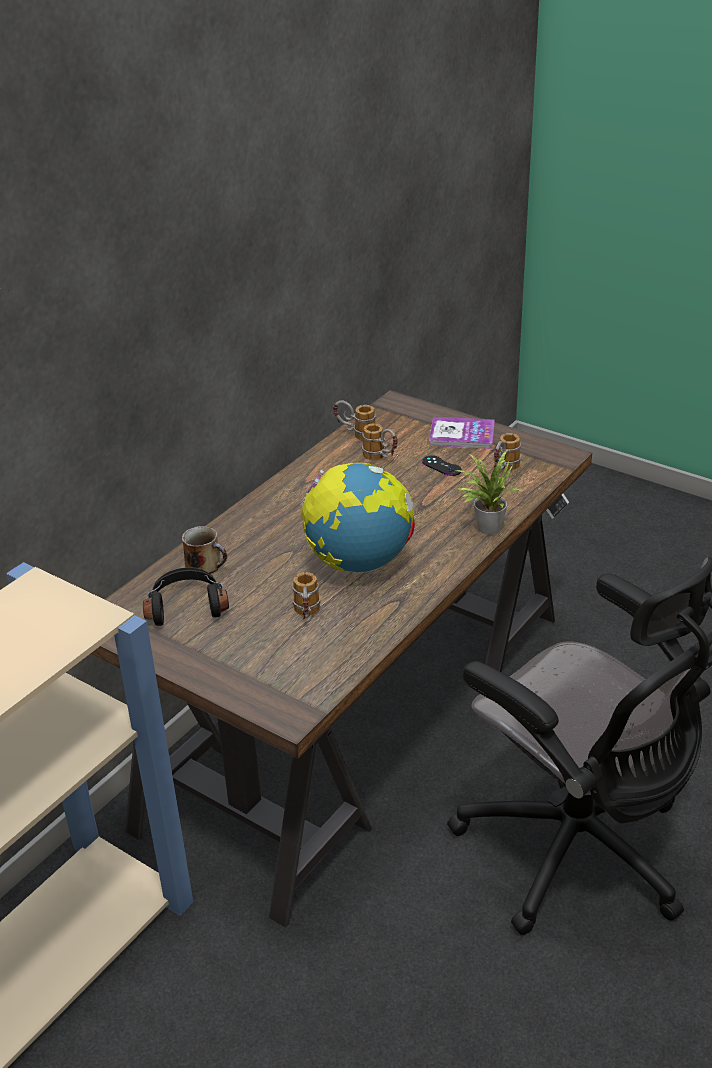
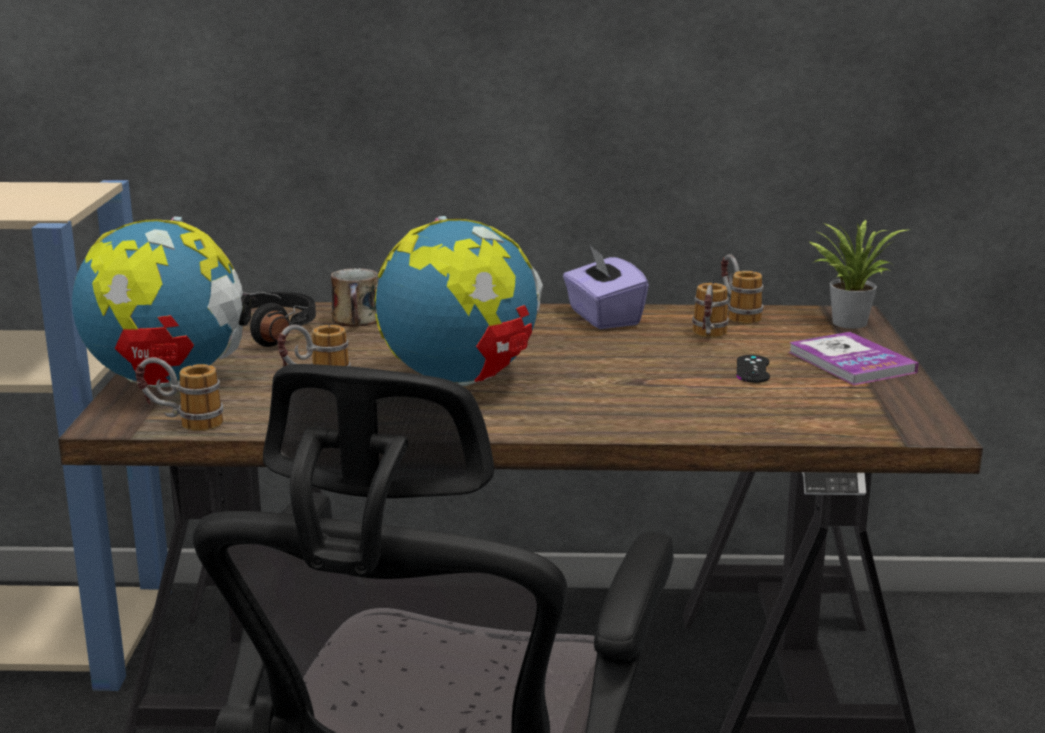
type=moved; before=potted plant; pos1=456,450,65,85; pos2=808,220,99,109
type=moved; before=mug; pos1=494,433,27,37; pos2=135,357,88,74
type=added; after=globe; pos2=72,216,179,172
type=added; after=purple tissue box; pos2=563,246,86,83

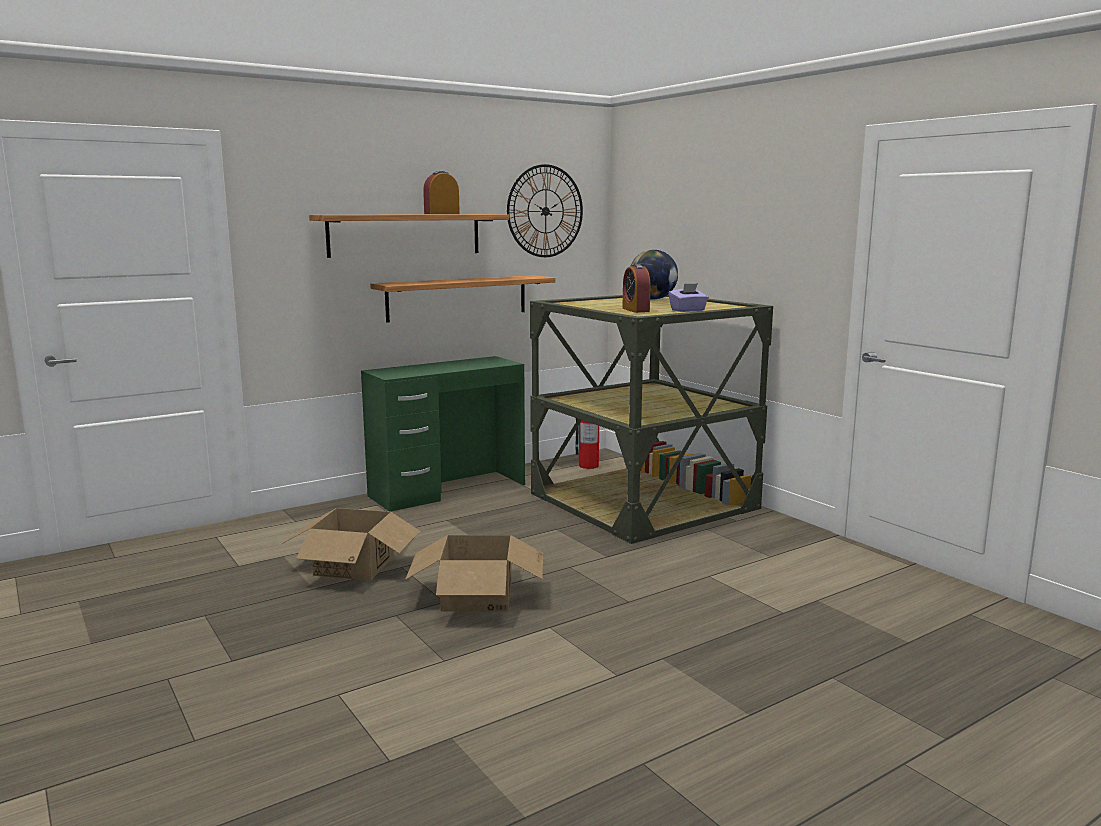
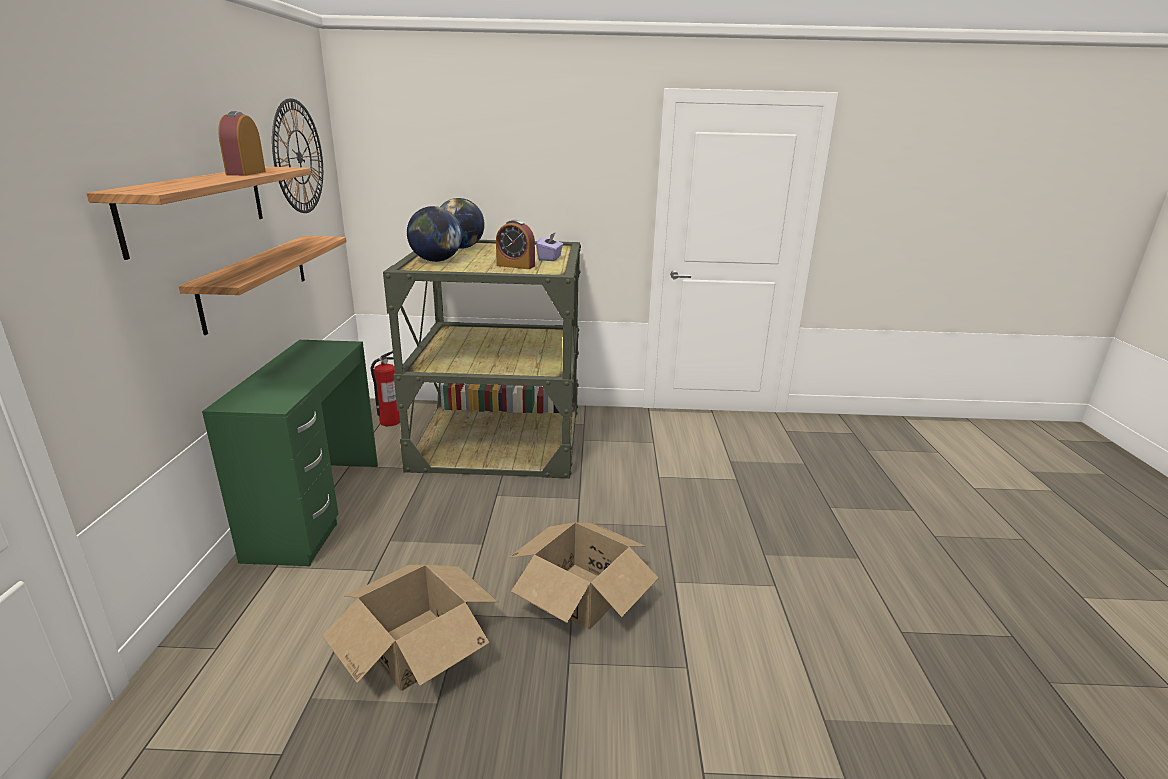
type=added; after=globe; pos2=407,206,55,56

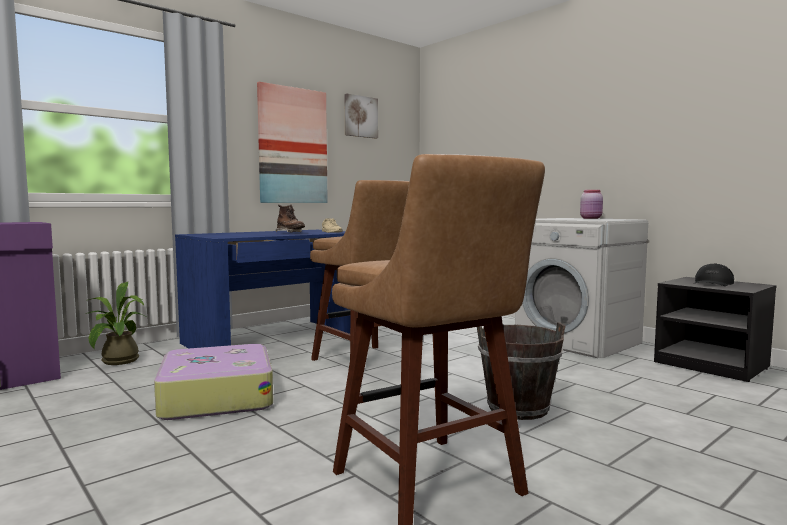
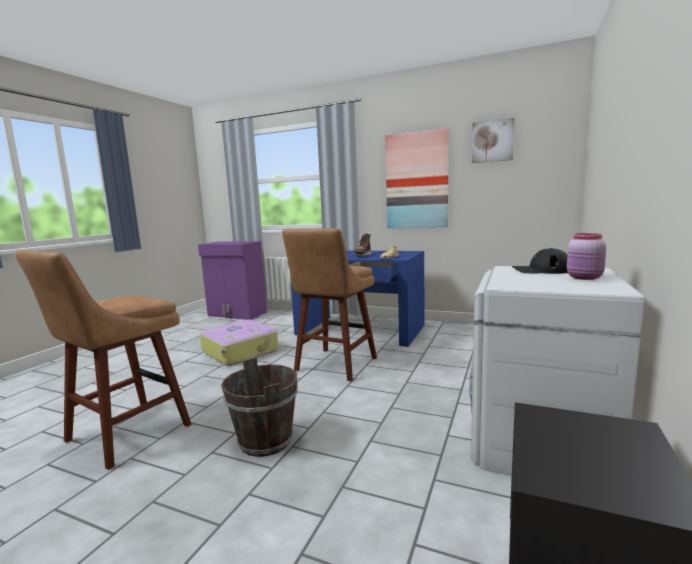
type=removed; before=potted plant; pos1=85,282,59,83
type=moved; before=black cap; pos1=695,263,39,23; pos2=512,248,56,26

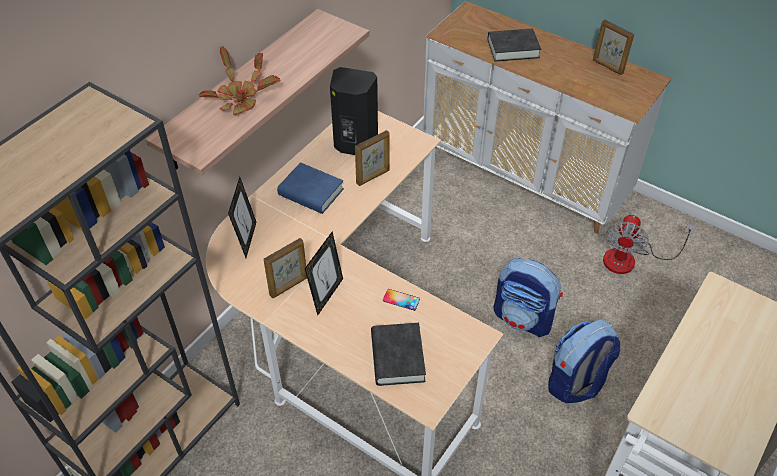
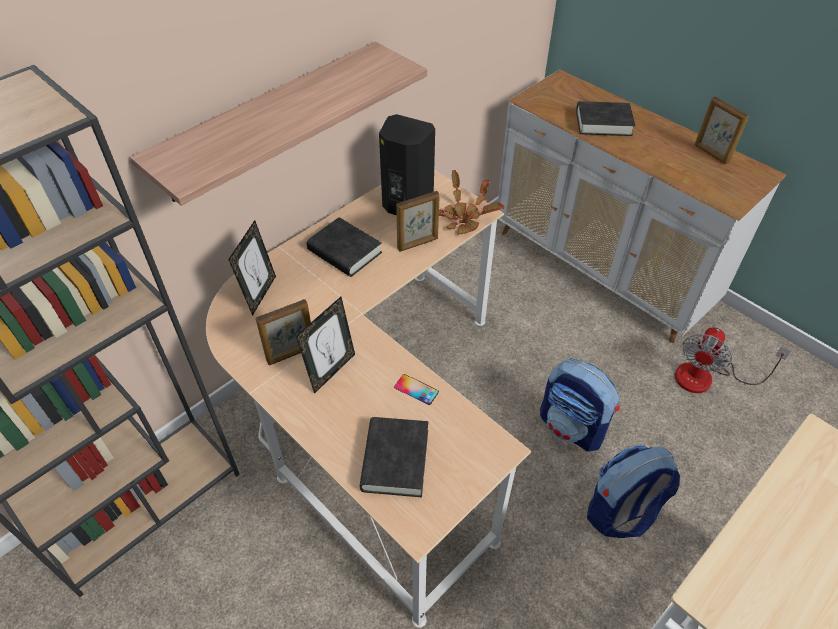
type=moved; before=potted plant; pos1=199,46,81,69; pos2=439,170,65,64
type=recoloured; before=blue book; after=black book; pos1=277,162,67,52; pos2=307,217,75,60

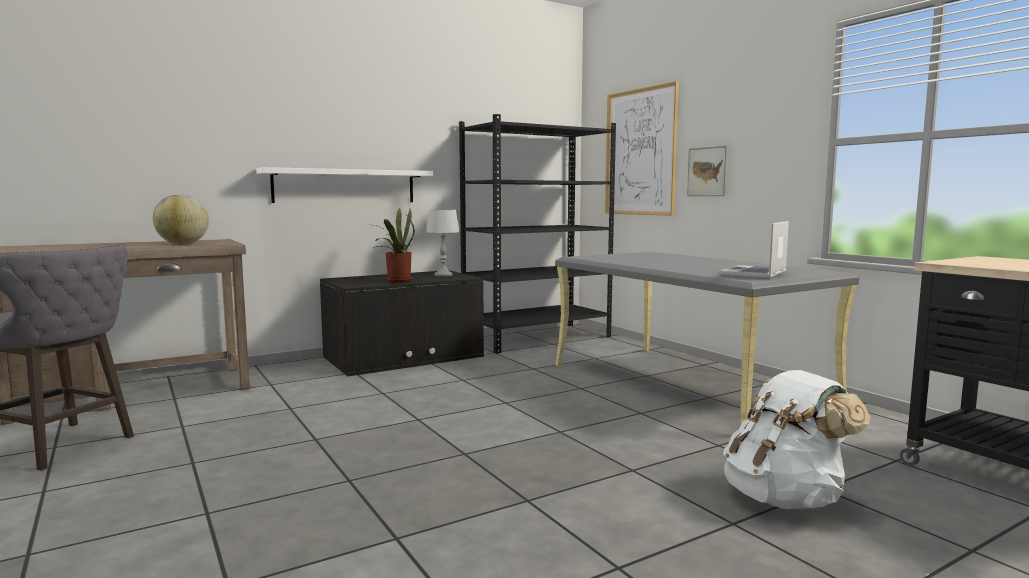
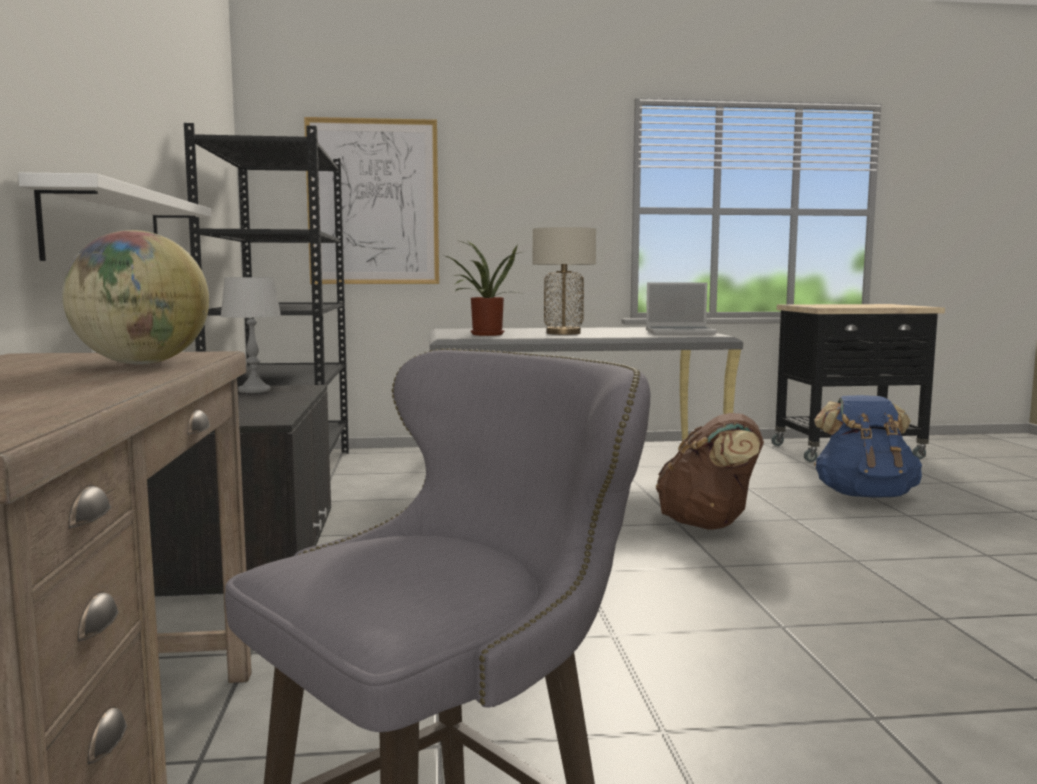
type=moved; before=potted plant; pos1=373,208,42,75; pos2=446,241,76,95
type=removed; before=picture; pos1=687,145,41,51
type=turned; before=laptop; pos1=719,221,70,58; pos2=646,282,71,53; turn=-60
type=recoloured; before=white backpack; after=blue backpack; pos1=723,370,147,139; pos2=814,395,108,103
type=added; after=table lamp; pos2=532,227,64,108
type=added; after=brown backpack; pos2=656,413,108,117

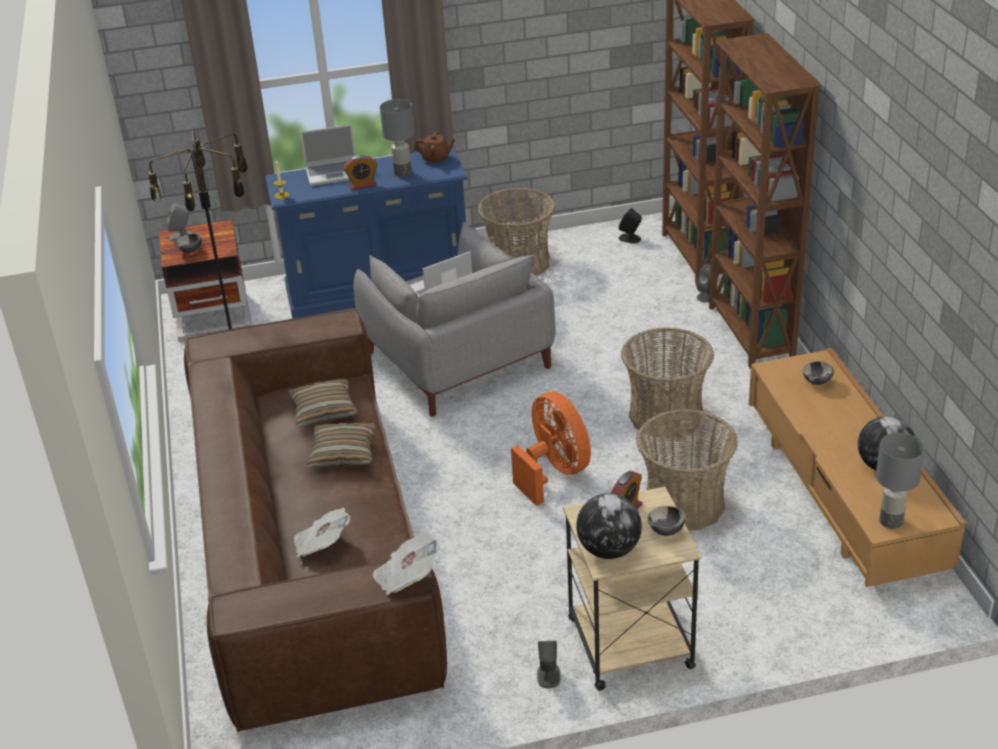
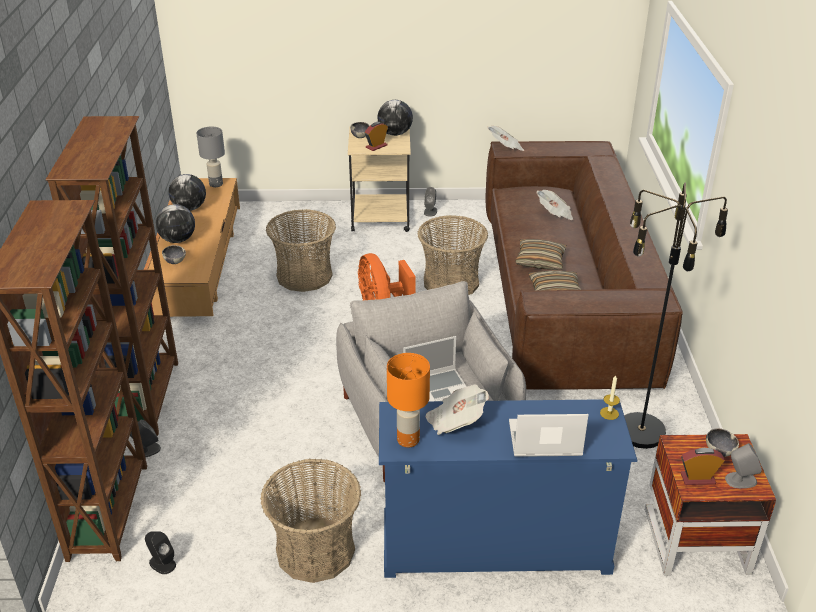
type=moved; before=alarm clock; pos1=343,155,34,35; pos2=681,448,44,37
type=replaced; before=grey table lamp; after=newspaper; pos1=380,99,35,78; pos2=425,384,64,51
type=replaced; before=brown teapot; after=orange table lamp; pos1=415,132,40,31; pos2=387,353,43,94
type=moved; before=basket; pos1=621,327,93,111; pos2=417,215,71,80
type=added; after=globe; pos2=155,204,40,39

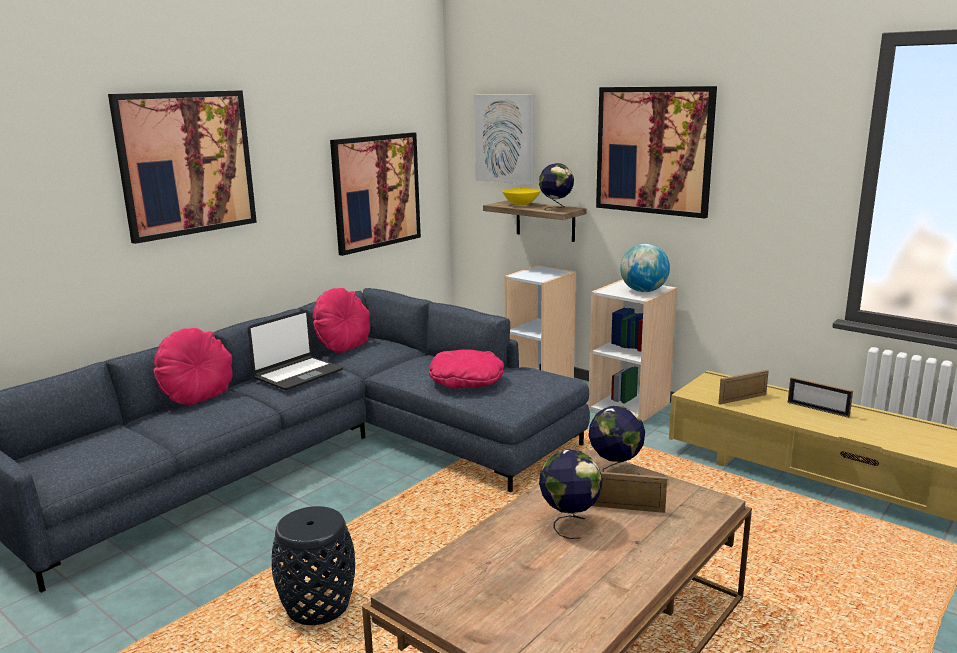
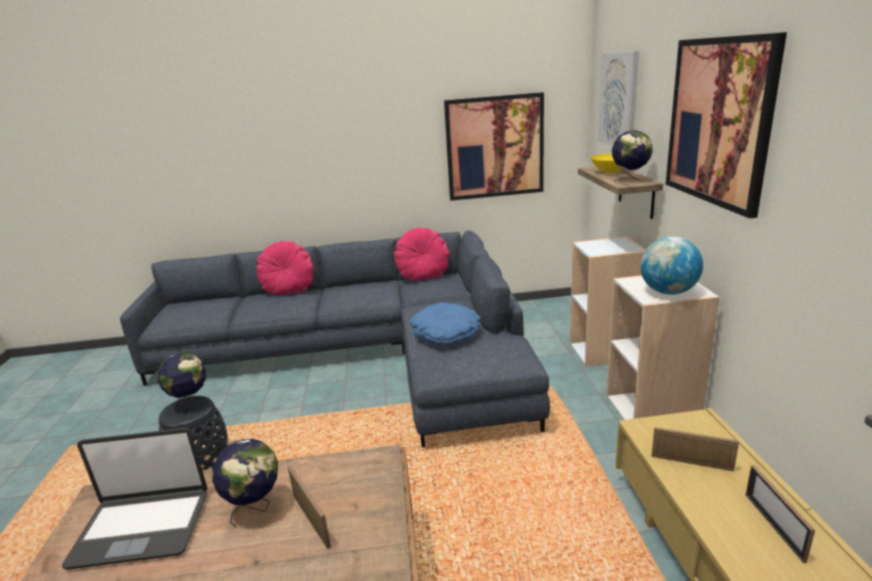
type=removed; before=picture; pos1=108,90,149,154
type=moved; before=laptop; pos1=248,310,95,80; pos2=62,428,145,142
type=recoloured; before=pink pillow; after=blue pillow; pos1=429,350,75,39; pos2=410,302,71,43
type=moved; before=globe; pos1=589,406,56,69; pos2=158,353,48,62

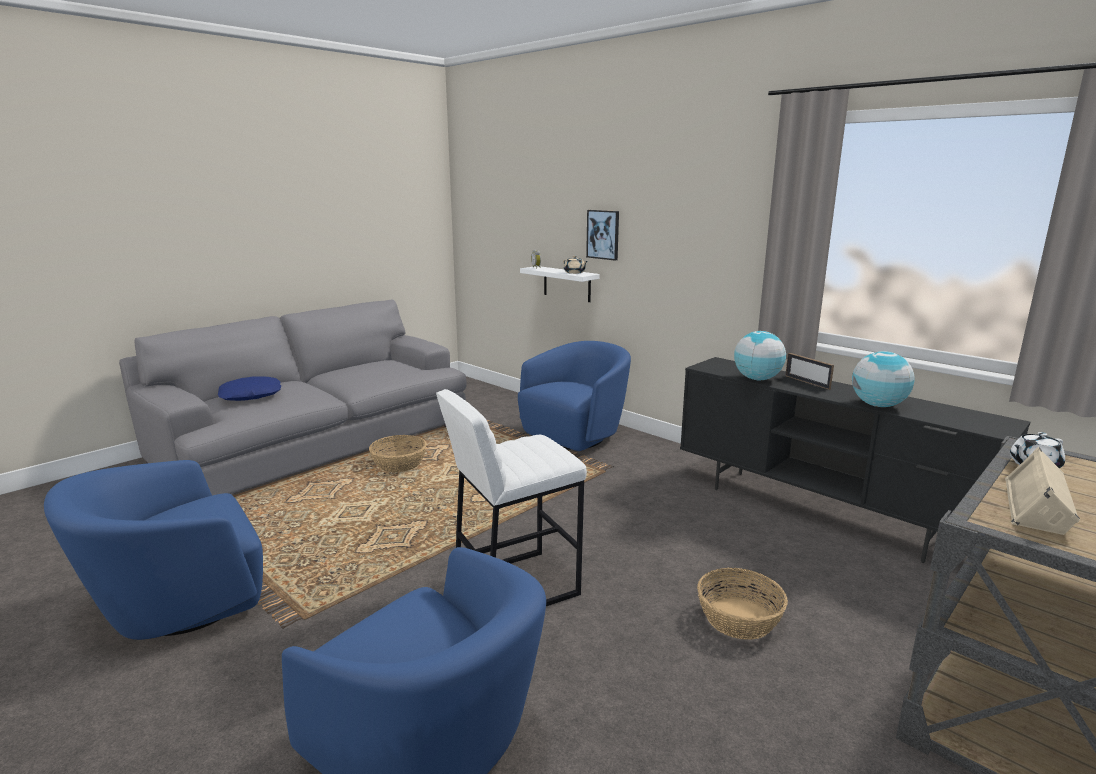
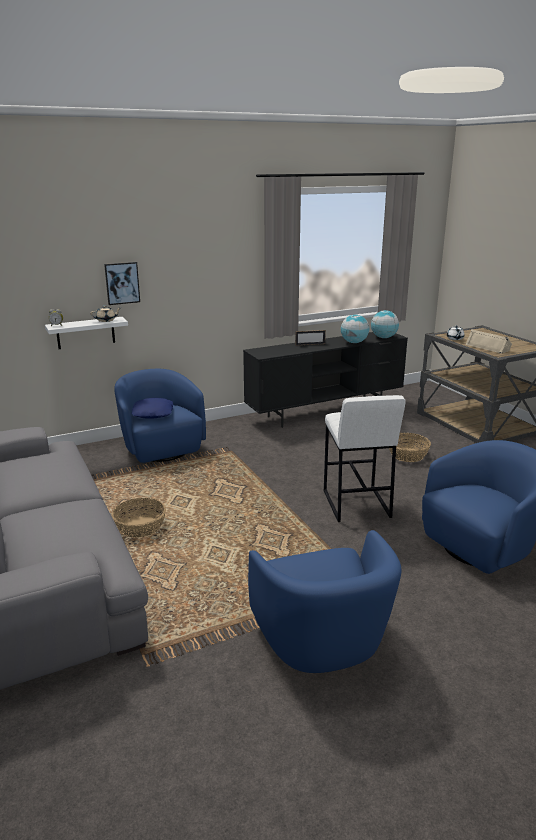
type=moved; before=blue pillow; pos1=218,376,63,25; pos2=132,398,41,20
type=moved; before=globe; pos1=734,331,52,49; pos2=371,310,28,28

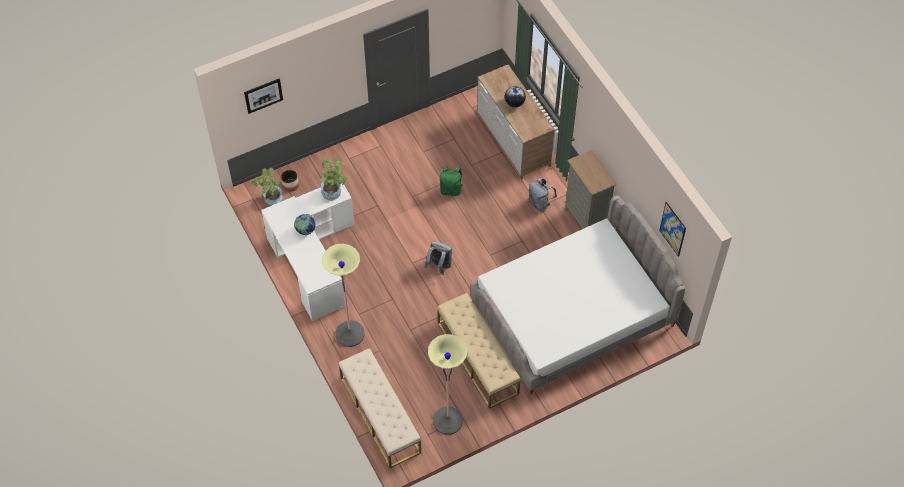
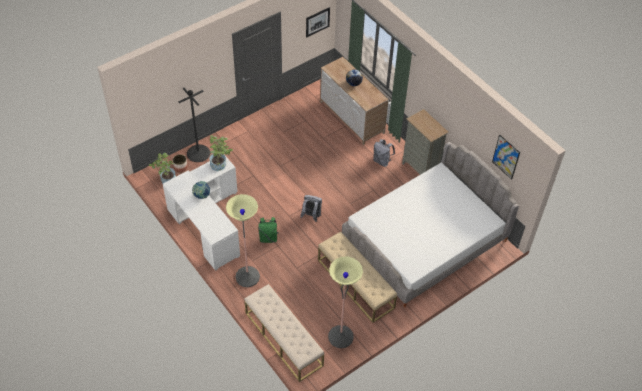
type=moved; before=picture; pos1=244,78,39,36; pos2=306,7,24,30
type=moved; before=green backpack; pos1=440,166,23,30; pos2=258,217,21,26
type=added; after=black clothes rack; pos2=178,88,32,74

